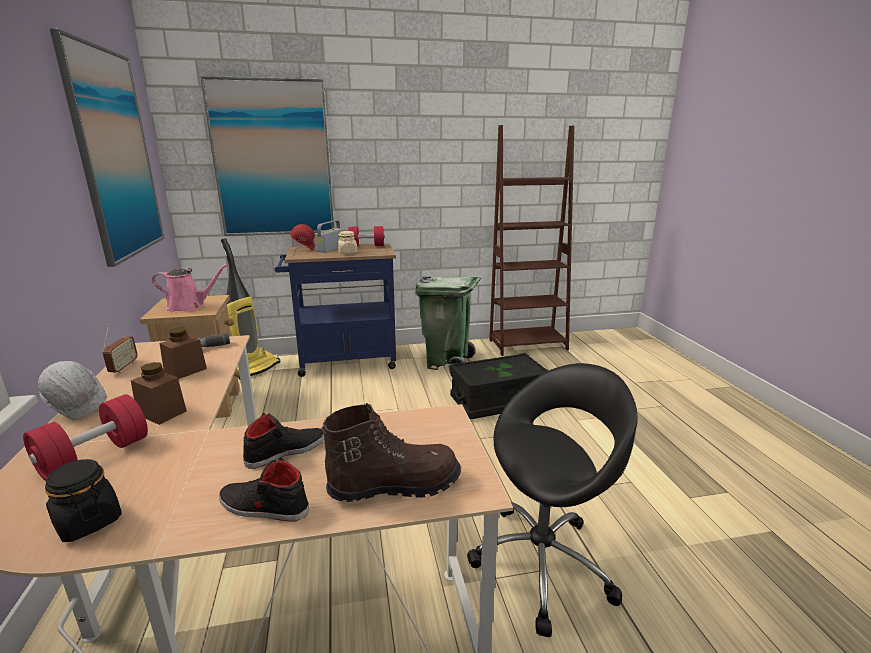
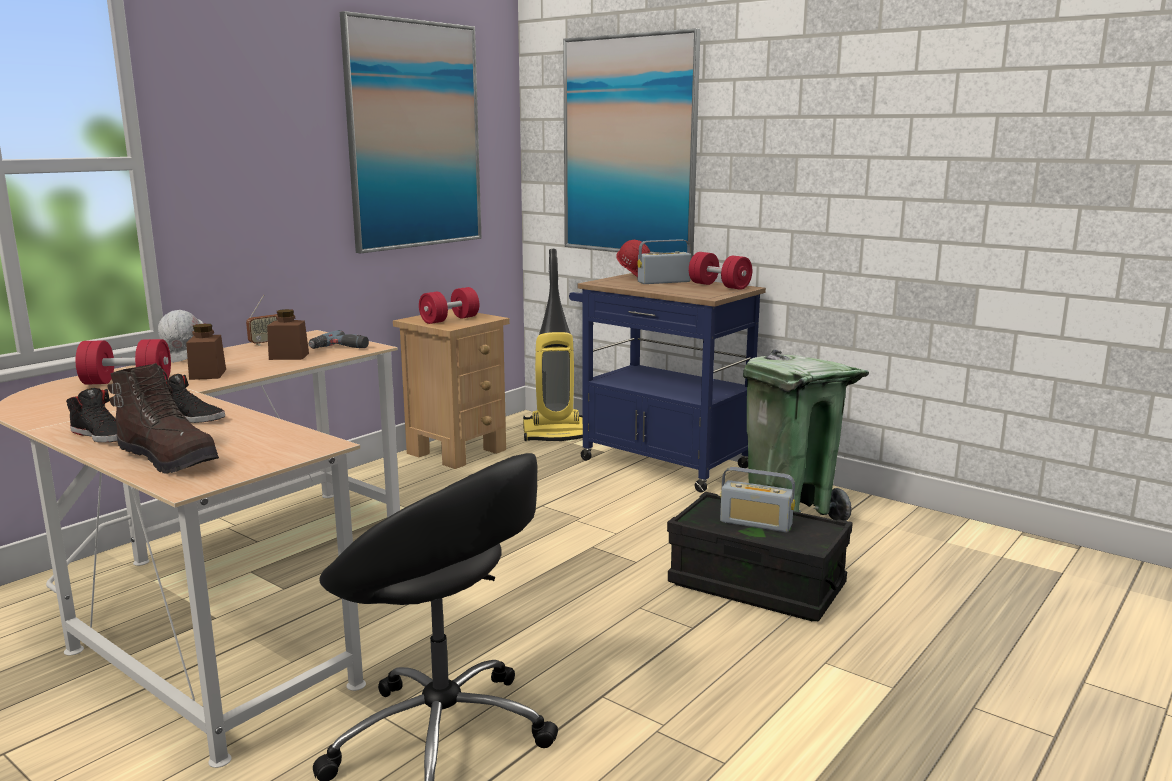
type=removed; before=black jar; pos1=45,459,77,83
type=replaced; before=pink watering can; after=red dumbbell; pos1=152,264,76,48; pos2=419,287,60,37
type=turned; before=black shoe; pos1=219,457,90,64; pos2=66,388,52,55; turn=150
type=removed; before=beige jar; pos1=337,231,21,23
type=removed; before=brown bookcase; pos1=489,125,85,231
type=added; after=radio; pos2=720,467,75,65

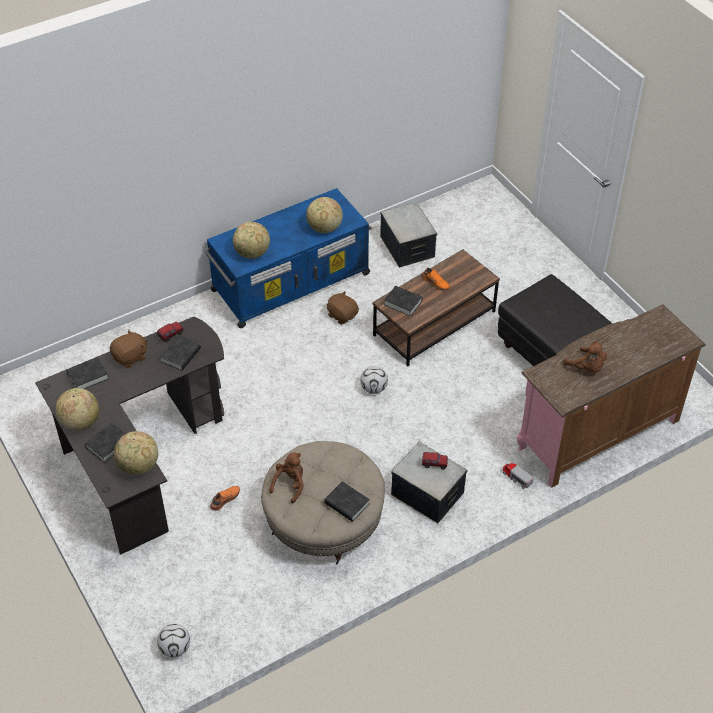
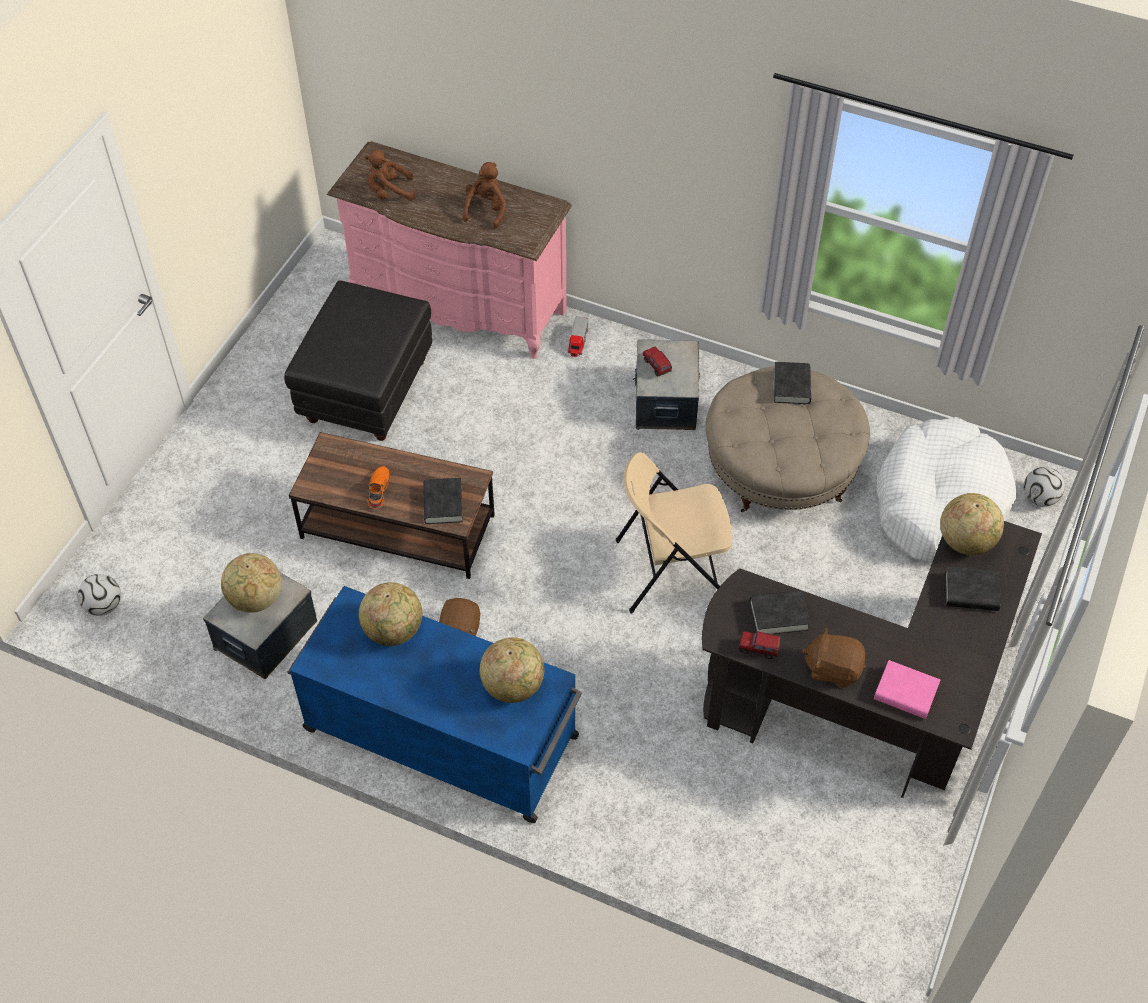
type=moved; before=globe; pos1=55,388,44,43; pos2=221,553,61,60
type=recoloured; before=black book; after=pink book; pos1=66,357,43,32; pos2=874,660,66,59
type=removed; before=orange shoe; pos1=210,486,30,25
type=moved; before=brown plush toy; pos1=269,453,35,51; pos2=365,150,50,51
type=moved; before=football; pos1=360,366,28,28; pos2=77,574,44,42
type=added; after=beige chair; pos2=616,452,116,162
type=added; after=white dog bed; pos2=877,417,139,146

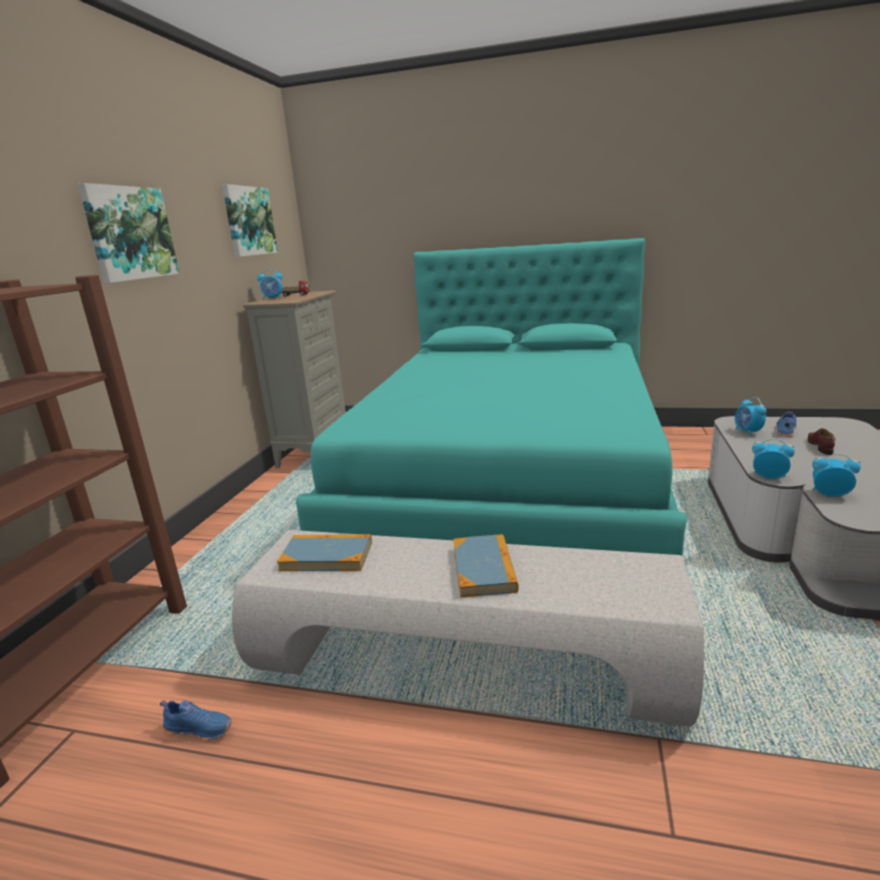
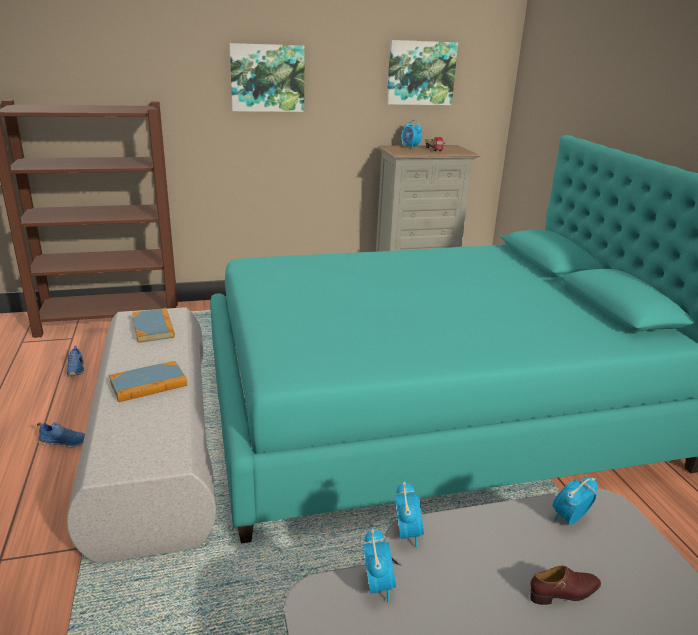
type=moved; before=blue shoe; pos1=776,412,21,25; pos2=37,422,48,26

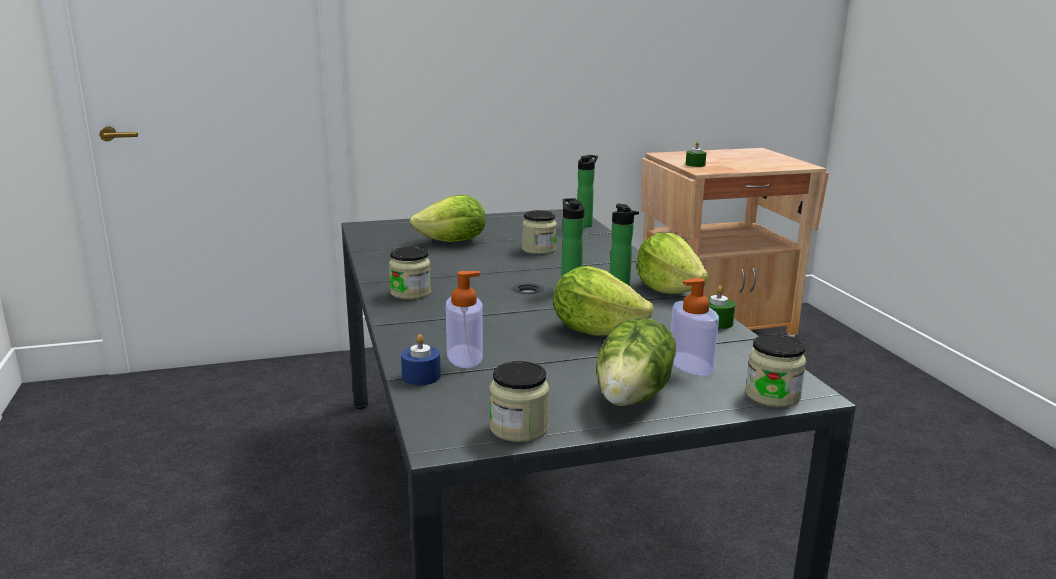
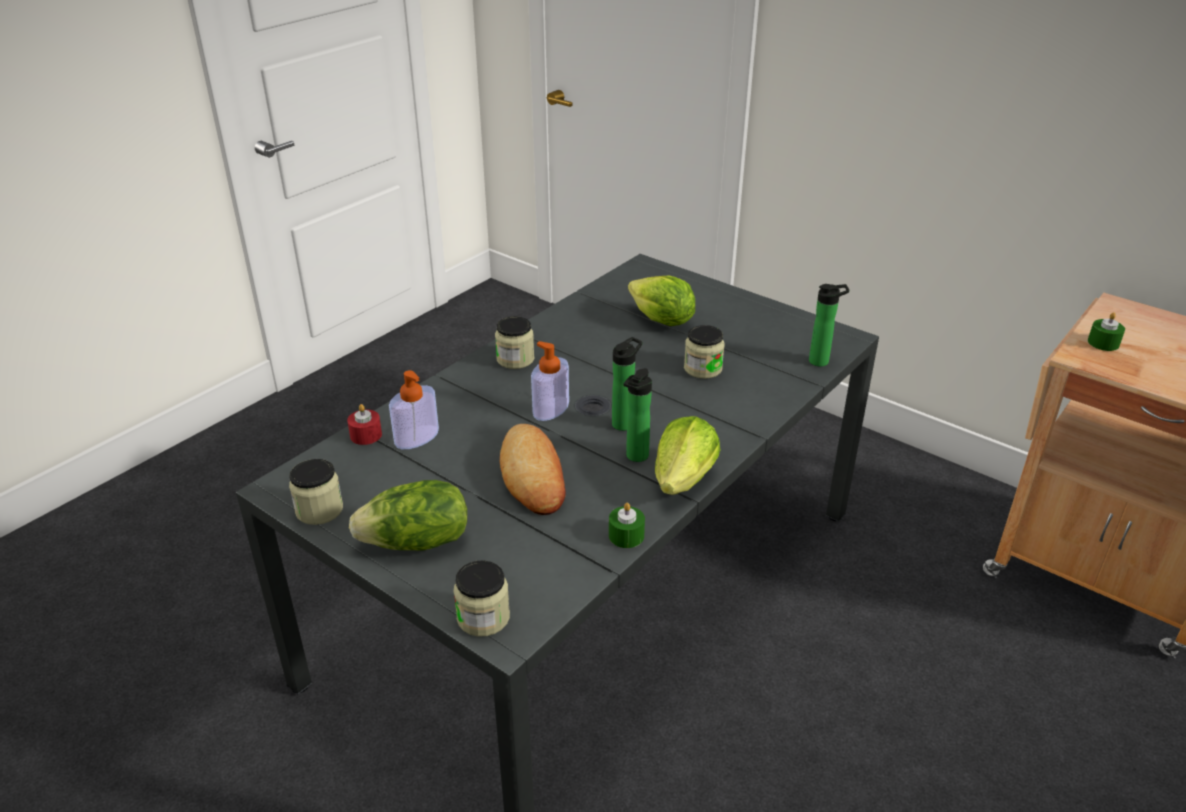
type=recoloured; before=blue candle; after=red candle; pos1=401,334,40,51; pos2=347,404,35,41
type=replaced; before=lettuce; after=bread; pos1=553,266,100,70; pos2=500,424,66,91
type=moved; before=soap dispenser; pos1=671,278,48,98; pos2=531,341,38,80

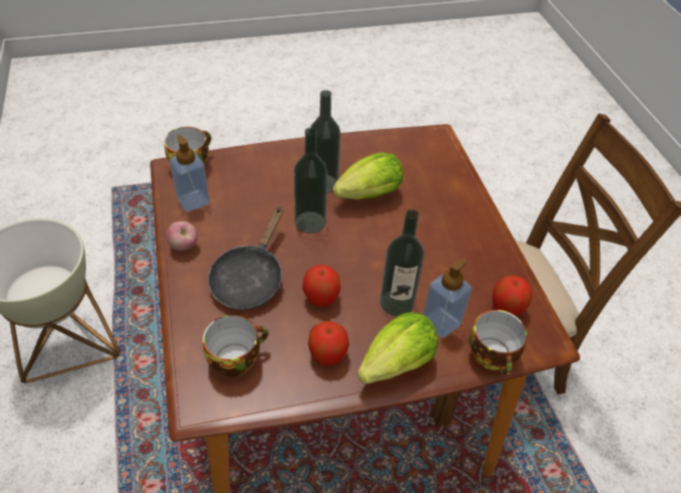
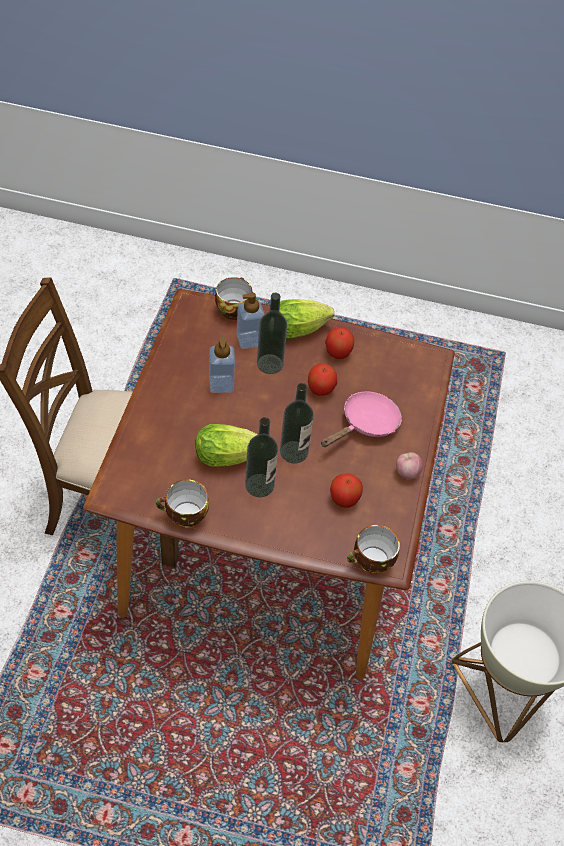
type=moved; before=soap dispenser; pos1=170,135,40,77; pos2=209,337,26,56
type=moved; before=cup; pos1=203,315,65,62; pos2=156,479,53,49
type=recoloured; before=black frying pan; after=pink frying pan; pos1=208,206,75,104; pos2=321,391,81,56
type=moved; before=apple; pos1=492,275,40,41; pos2=330,473,33,35

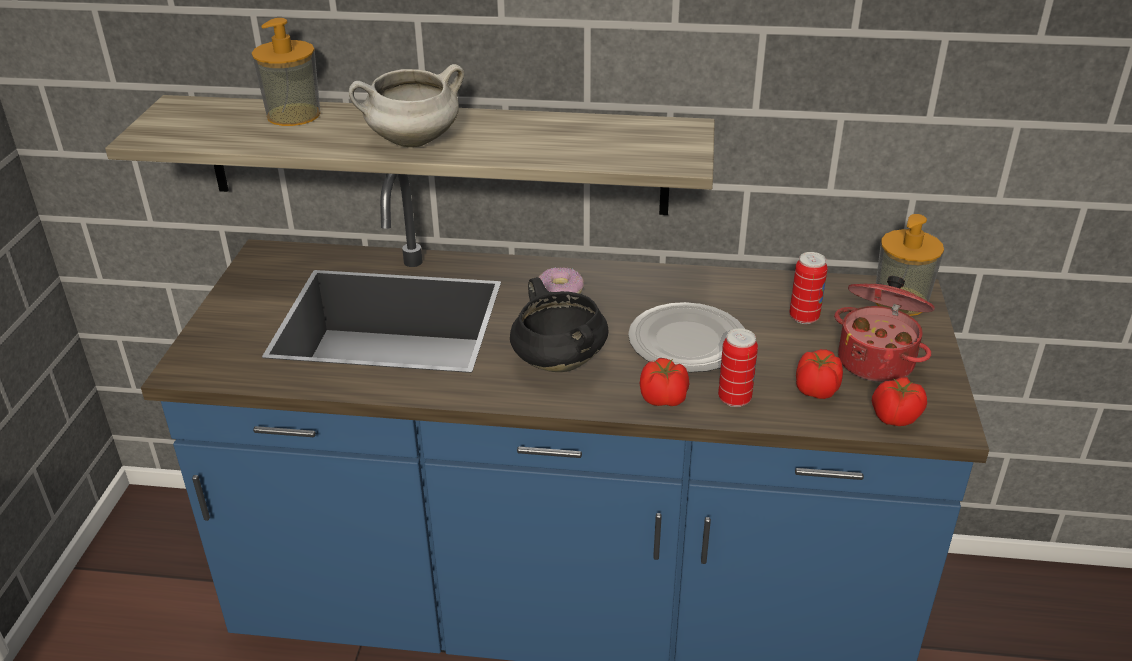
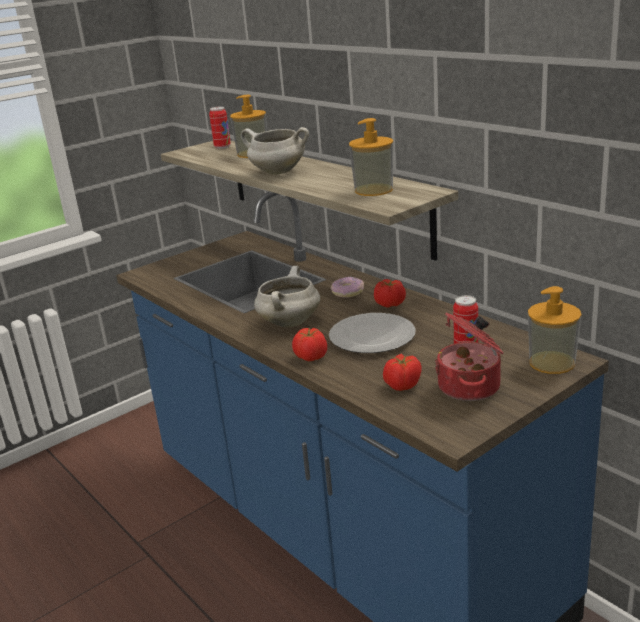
type=recoloured; before=black cooking pot; after=white cooking pot; pos1=510,277,99,95; pos2=254,266,66,61
type=moved; before=can; pos1=718,328,40,79; pos2=209,106,22,43
type=moved; before=tomato; pos1=872,377,55,49; pos2=374,279,32,29
type=added; after=soap dispenser; pos2=349,118,44,78

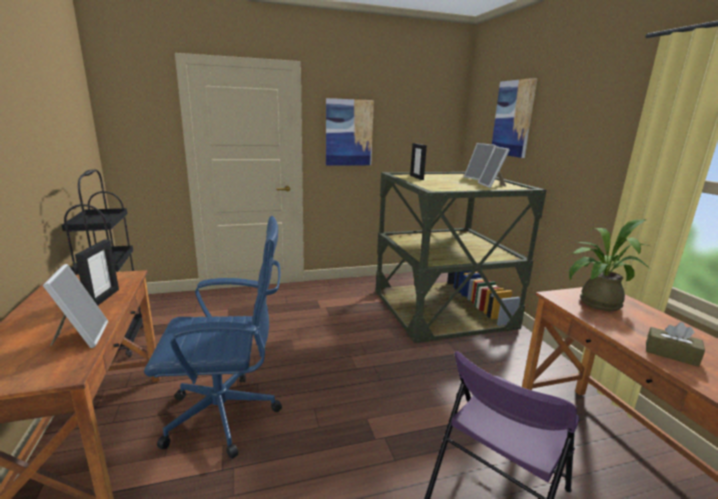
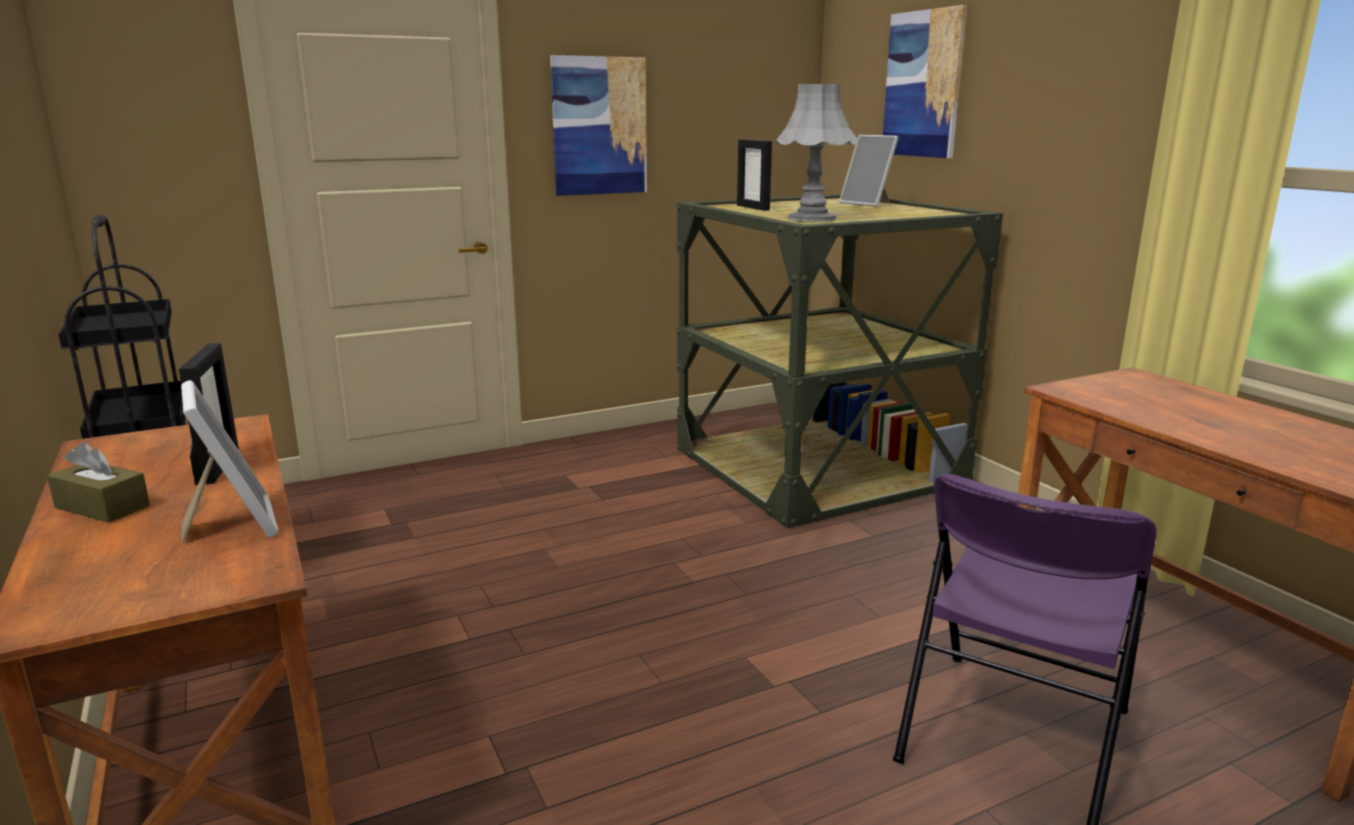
type=removed; before=blue office chair; pos1=144,216,138,243
type=removed; before=picture frame; pos1=478,146,32,42
type=removed; before=potted plant; pos1=569,219,81,92
type=moved; before=brown tissue box; pos1=646,322,59,45; pos2=47,442,103,81
type=added; after=grey table lamp; pos2=776,84,82,138

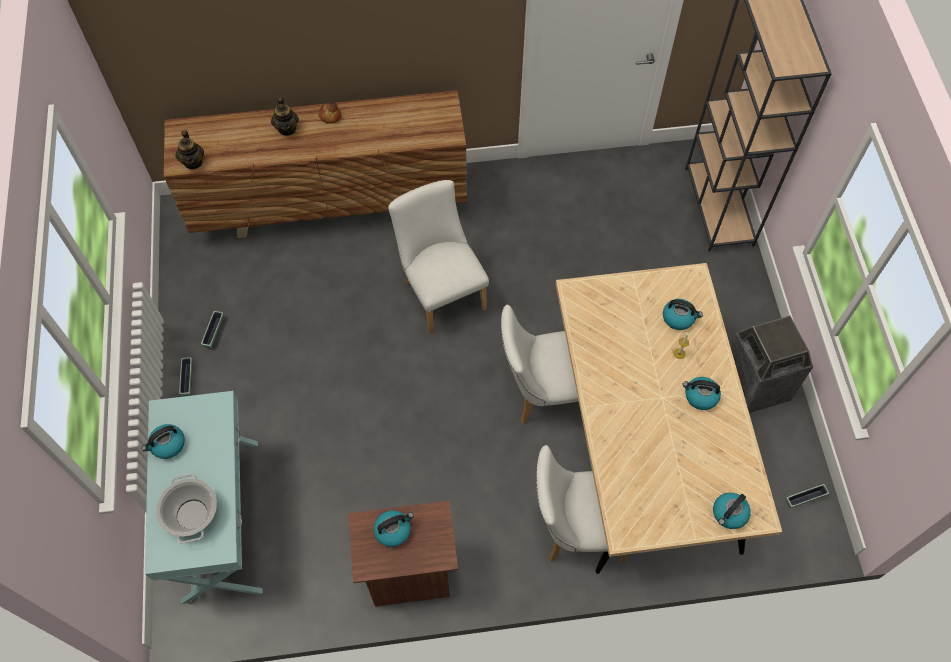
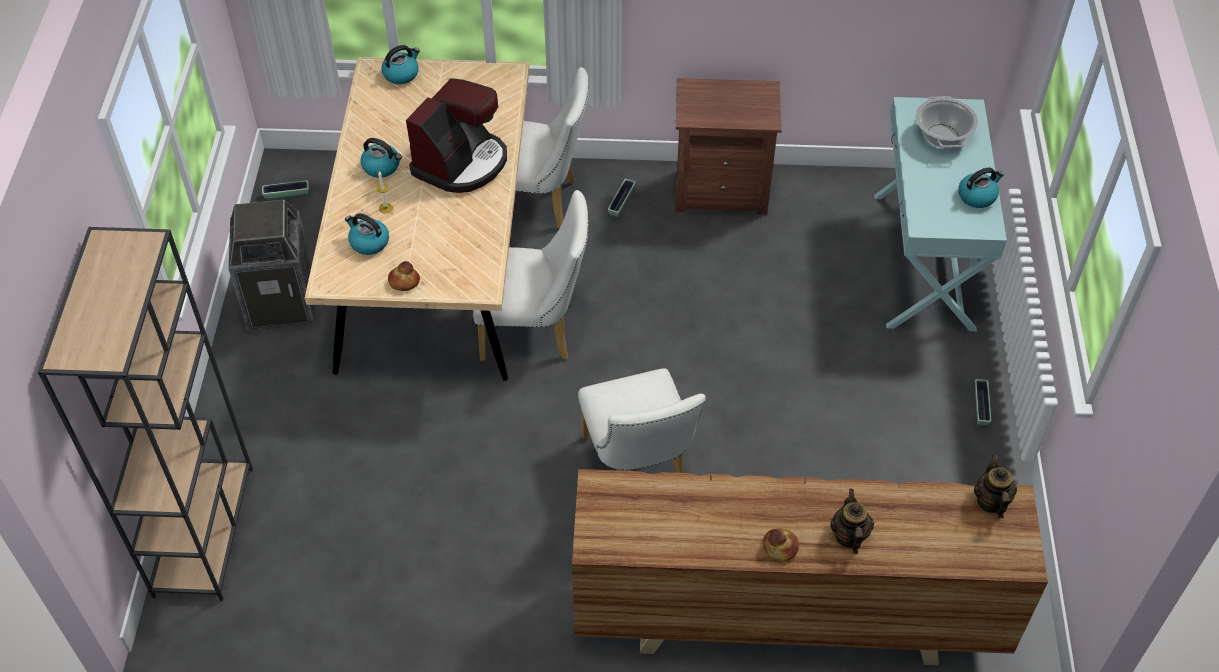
type=moved; before=planter; pos1=201,311,22,37; pos2=608,179,27,39
type=removed; before=kettle; pos1=374,510,40,37
type=added; after=bread; pos2=388,261,32,30
type=added; after=coffee machine; pos2=406,78,101,115

